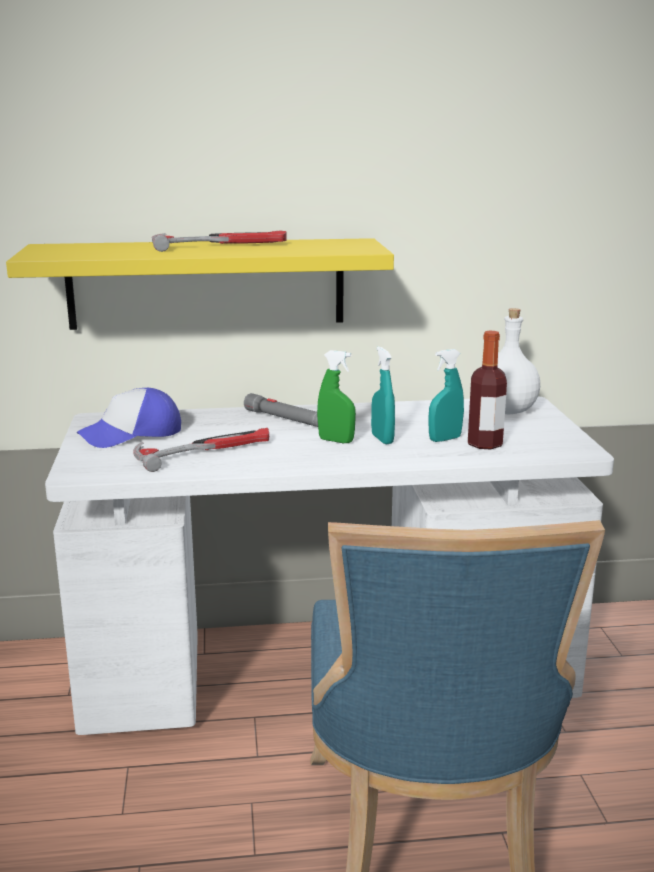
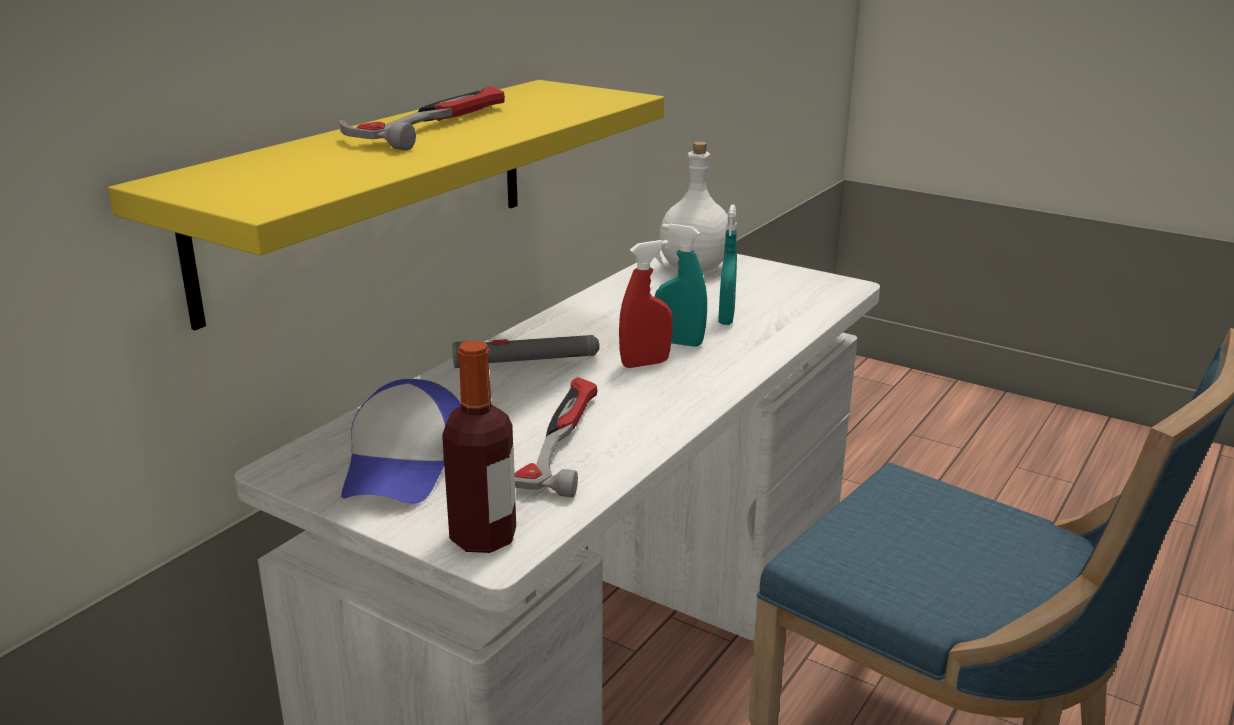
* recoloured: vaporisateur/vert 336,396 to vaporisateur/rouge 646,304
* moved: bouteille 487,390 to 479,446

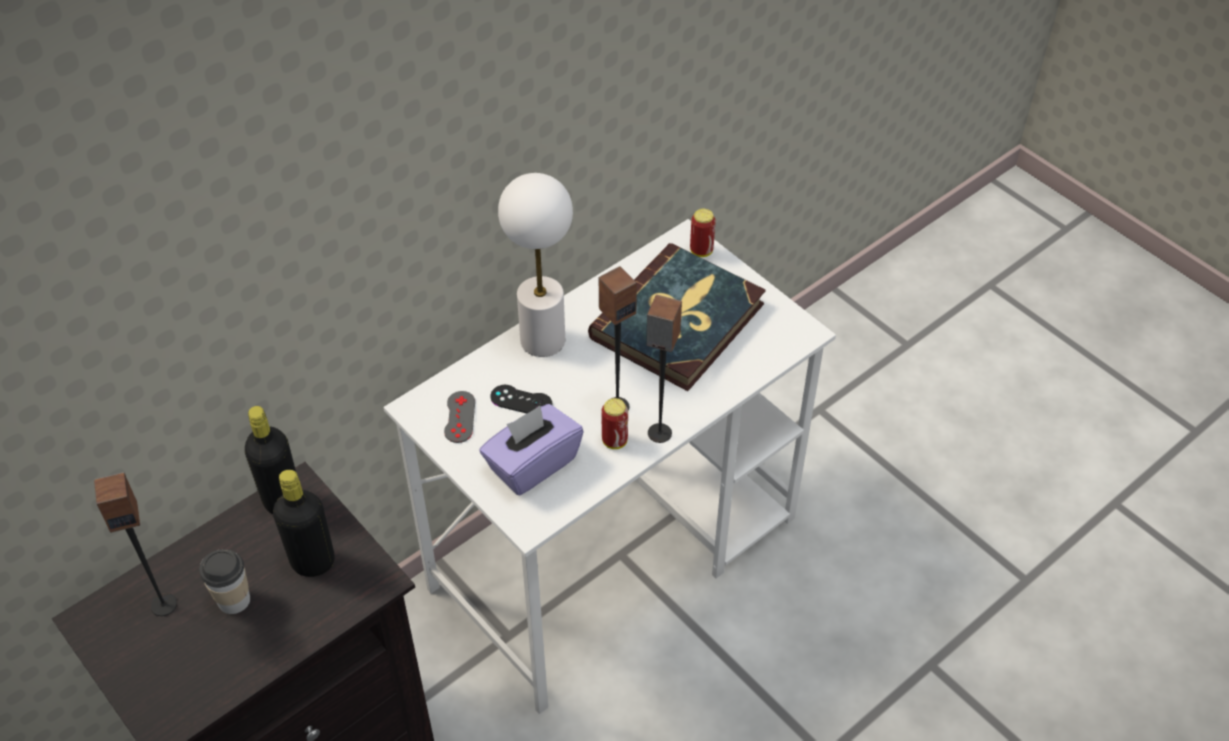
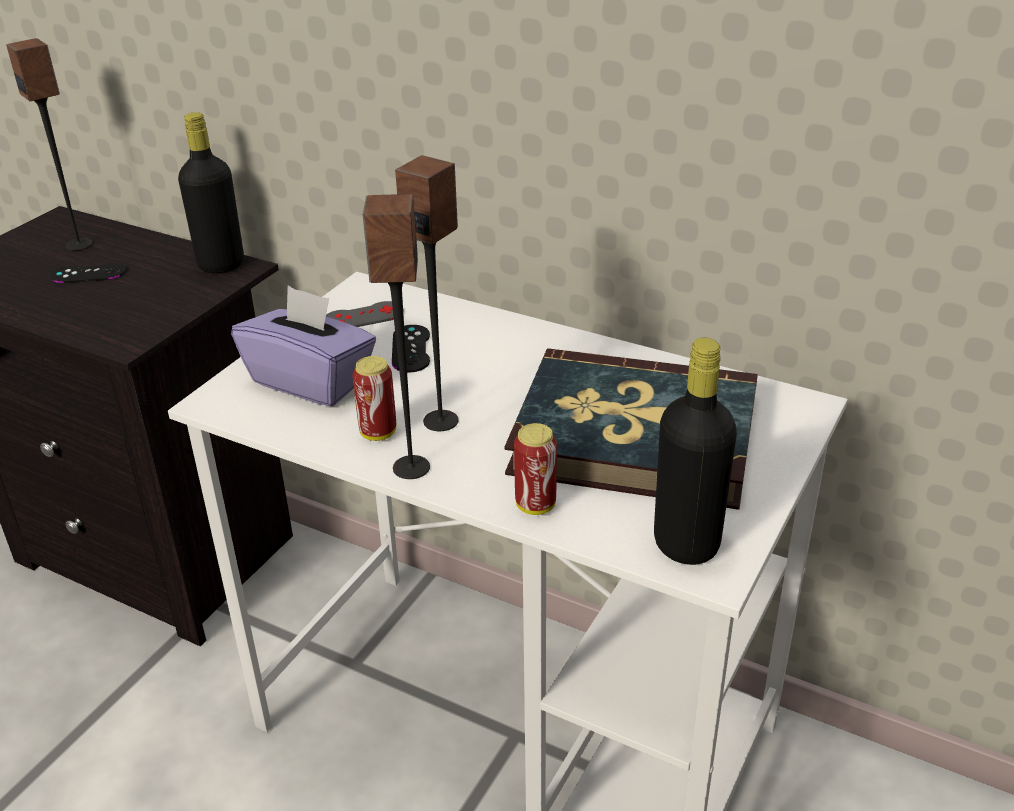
* replaced: tasse 224,581 to manette/noir 89,273
* moved: bouteille/noir 304,523 to 695,451
* removed: lampe de table/blanc 535,265
* moved: boîte métallique 703,233 to 535,469

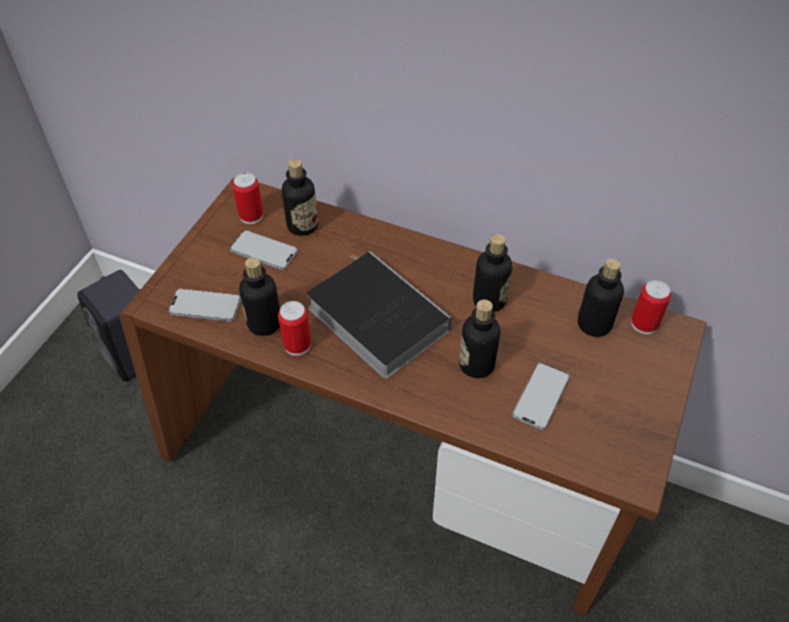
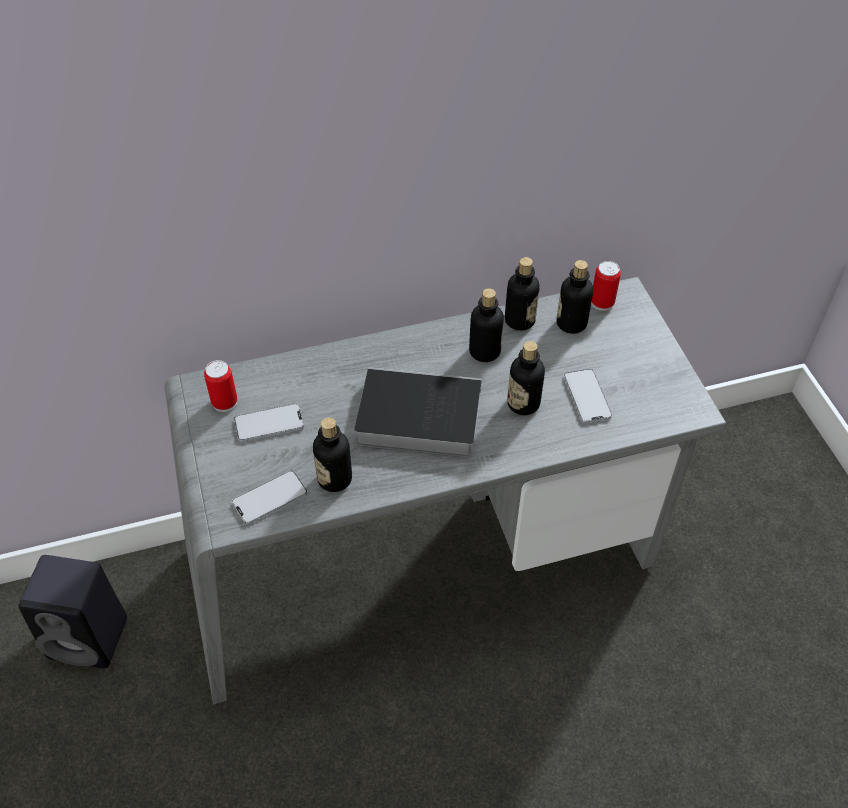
* recoloured: bureau/marron 413,396 to bureau/gris 445,490
* removed: boîte métallique 294,328
* moved: bouteille 300,197 to 522,294

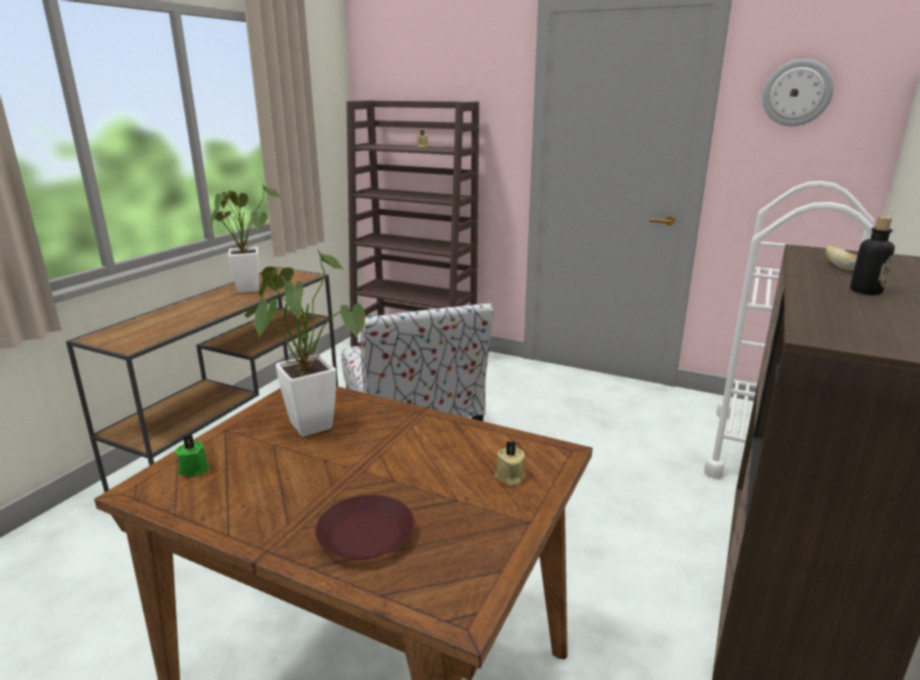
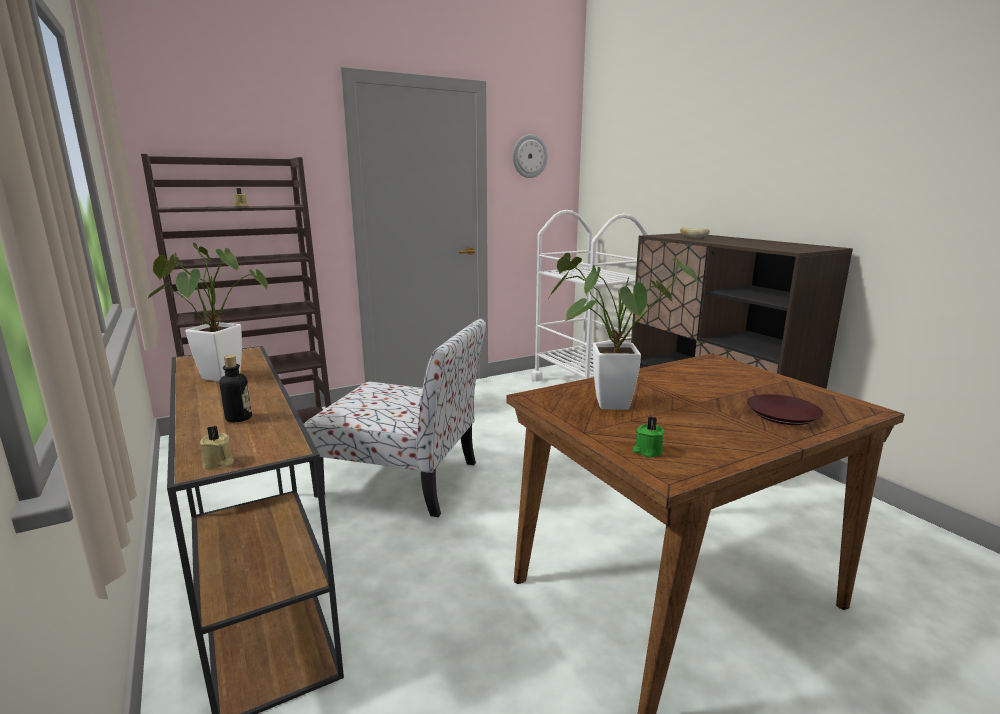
* moved: bougie/beige 510,463 to 217,447
* moved: bouteille 872,255 to 235,388

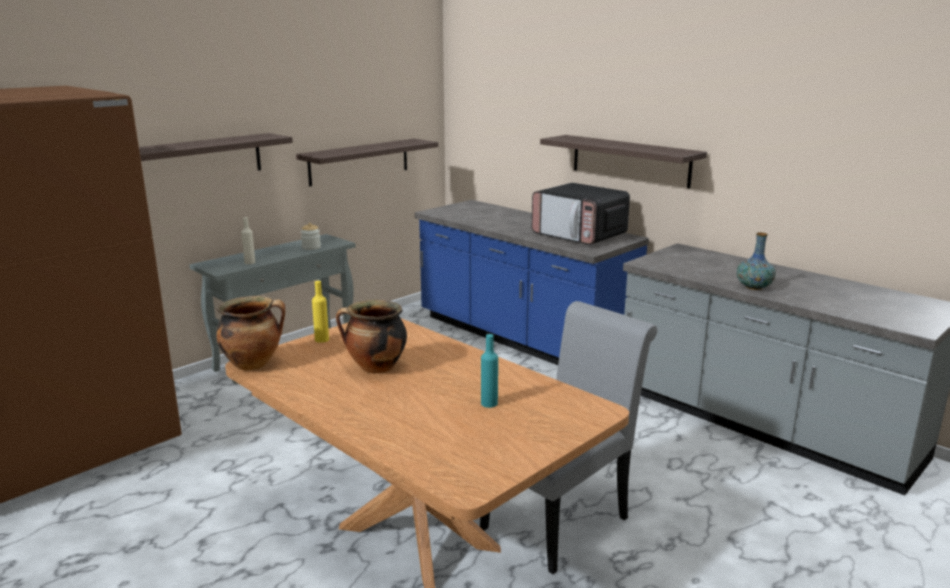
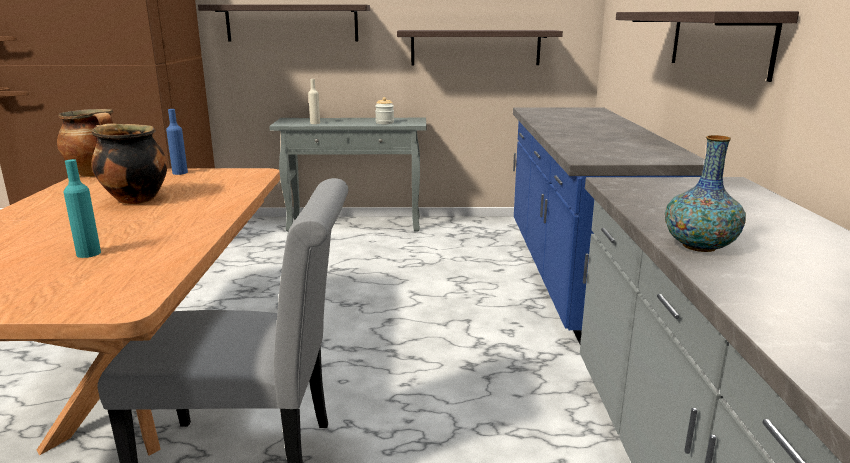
* recoloured: bouteille/jaune 320,312 to bouteille/bleu 177,142
* removed: micro-ondes 581,214

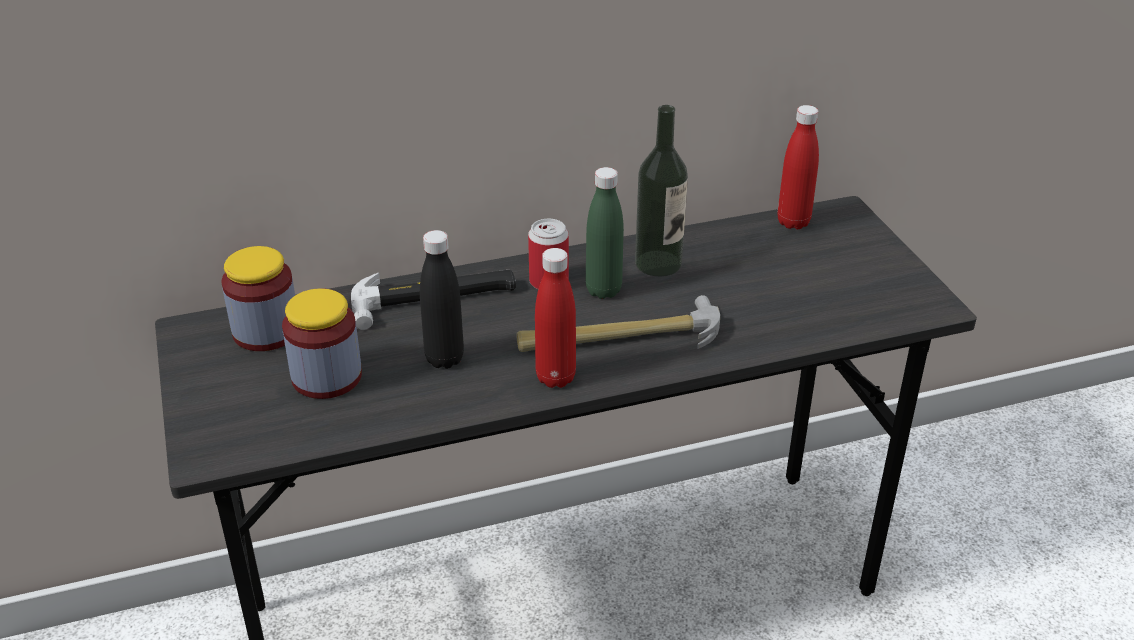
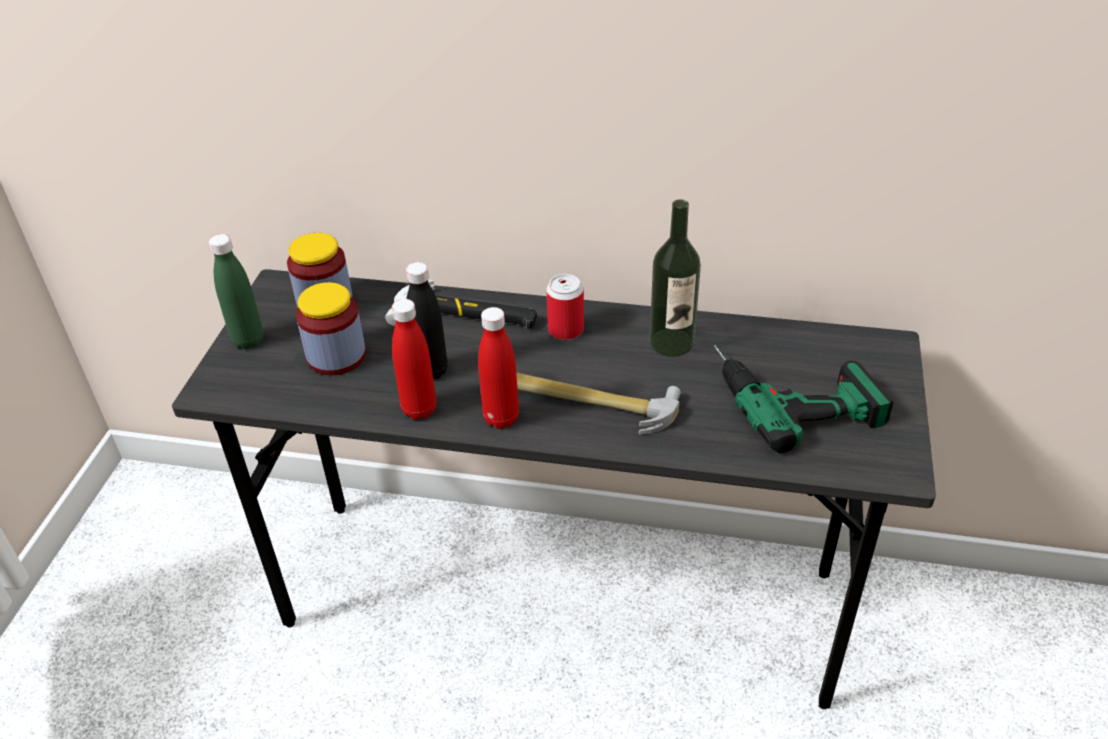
* moved: bouteille/vert 605,233 to 236,291
* moved: bouteille/rouge 798,167 to 414,359
* added: perceuse 804,399

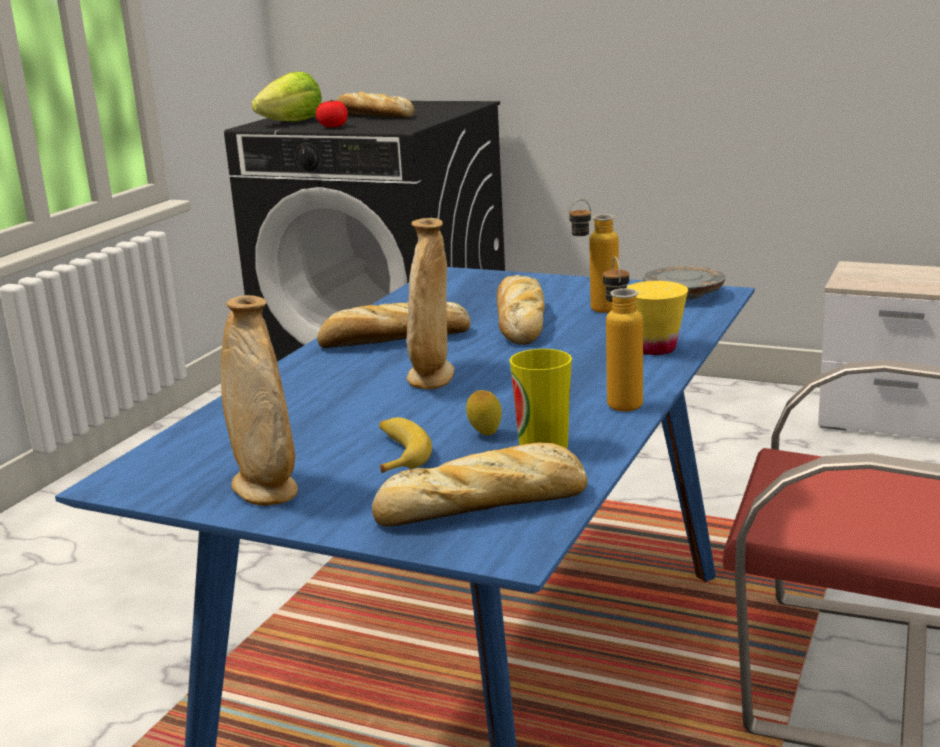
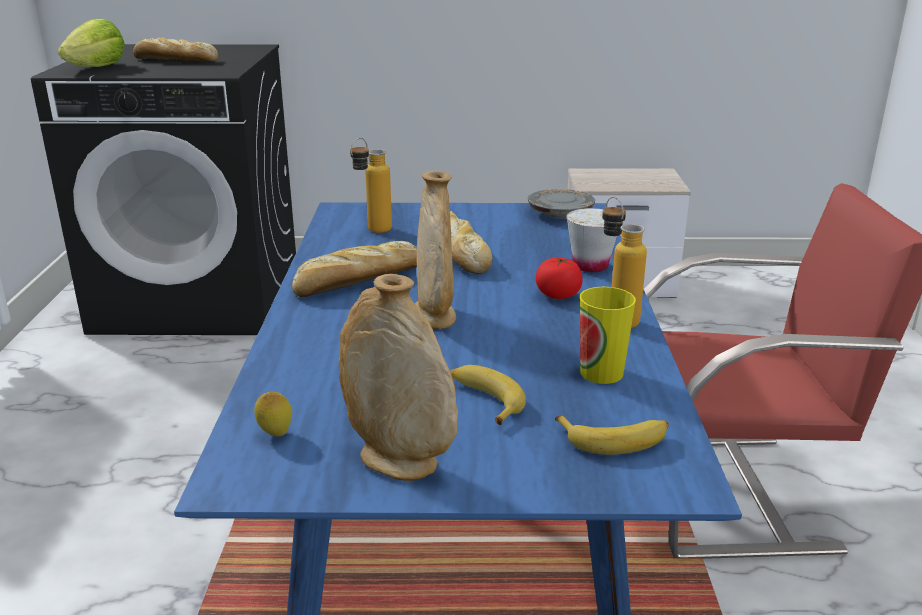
* moved: tomate 332,113 to 559,278
* replaced: pain 480,484 to banane 612,435
* moved: citron 484,412 to 273,414
* moved: bouteille 594,256 to 371,185
* recoloured: tasse/jaune 657,318 to tasse/blanc 592,240

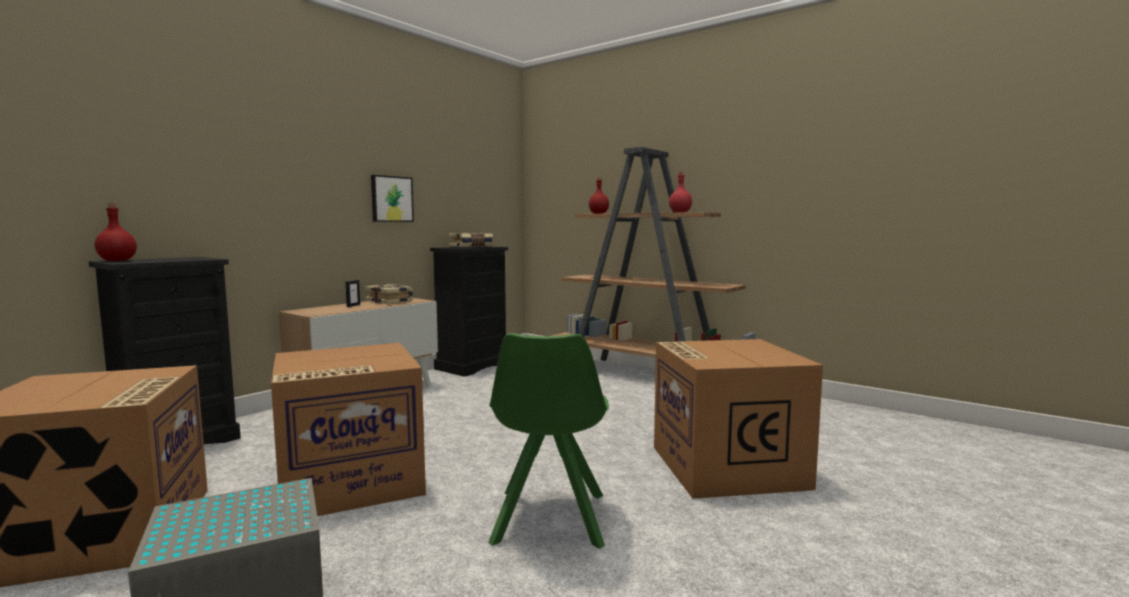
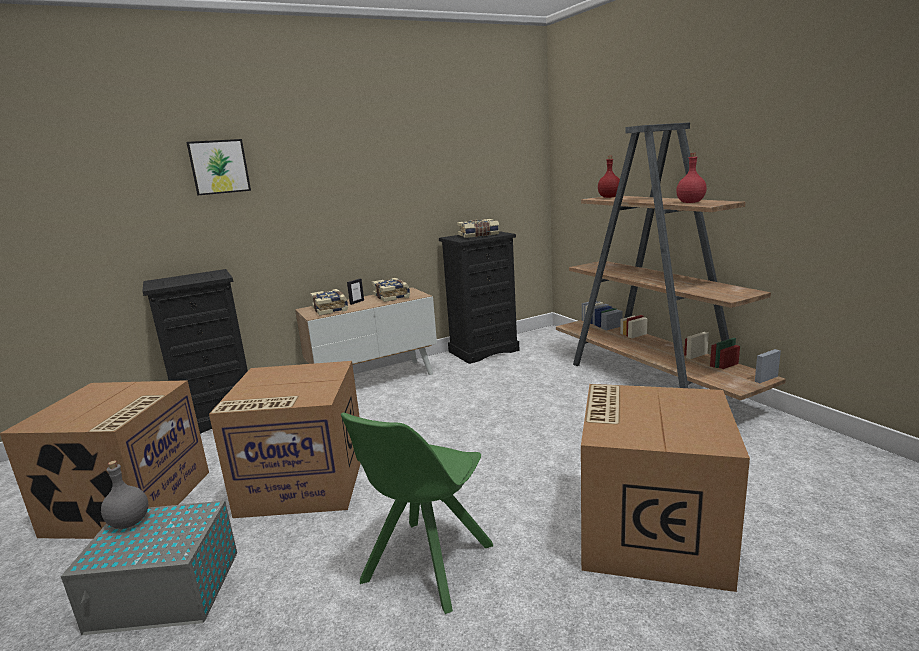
* removed: bouteille/rouge 116,232
* moved: tableau 392,198 to 218,167
* added: bouteille/gris 124,495
* added: livre 329,302

